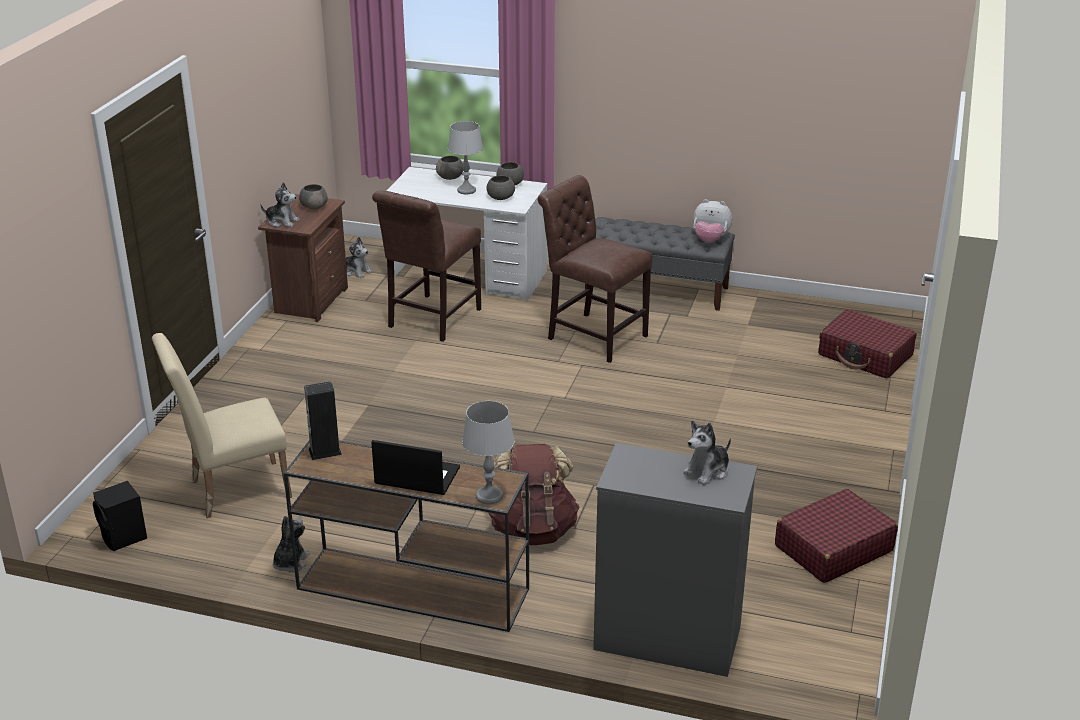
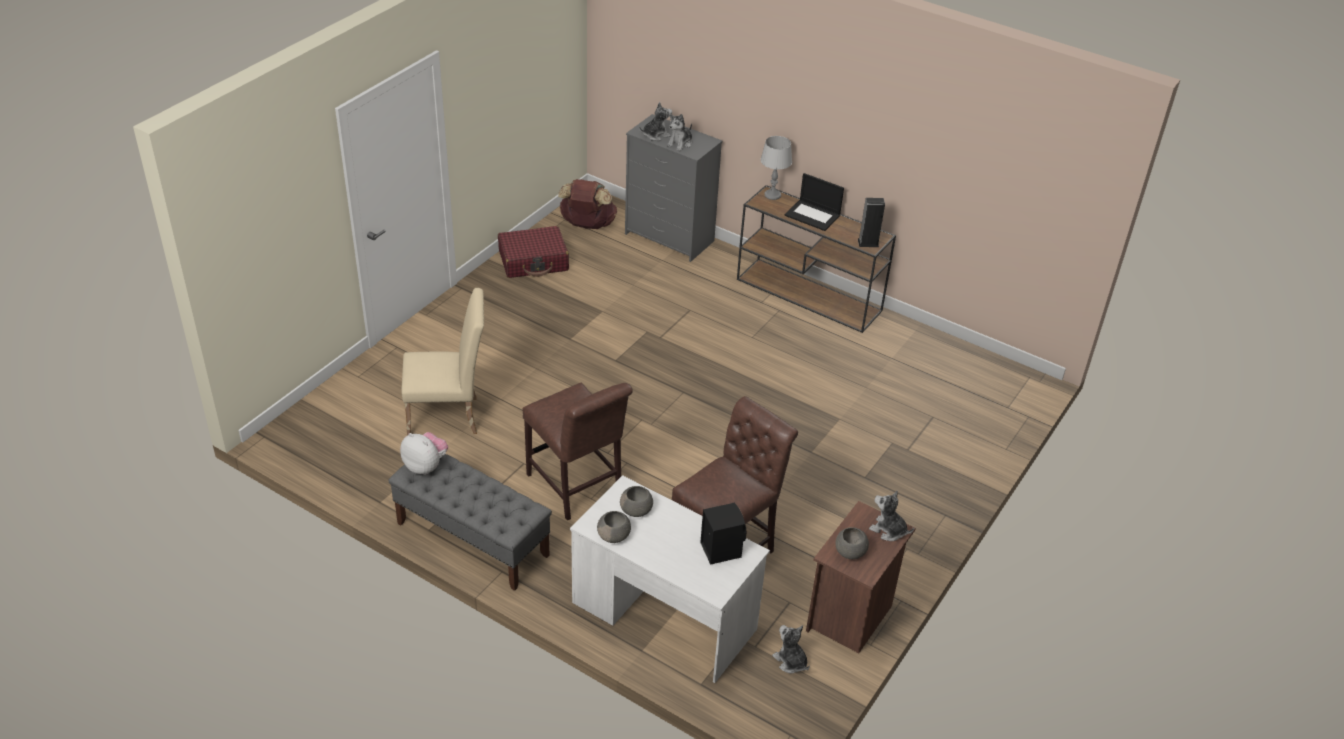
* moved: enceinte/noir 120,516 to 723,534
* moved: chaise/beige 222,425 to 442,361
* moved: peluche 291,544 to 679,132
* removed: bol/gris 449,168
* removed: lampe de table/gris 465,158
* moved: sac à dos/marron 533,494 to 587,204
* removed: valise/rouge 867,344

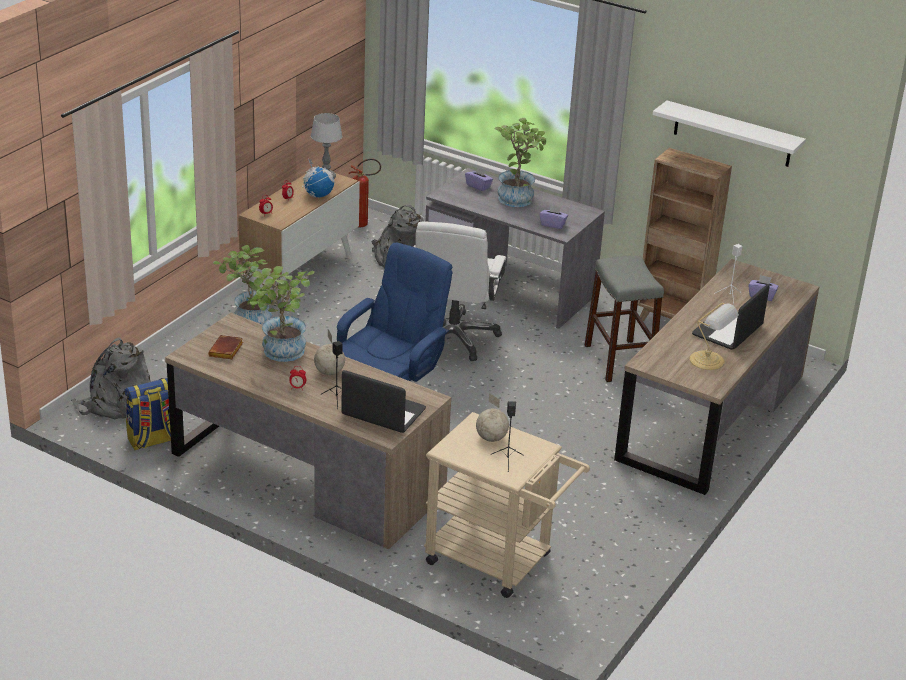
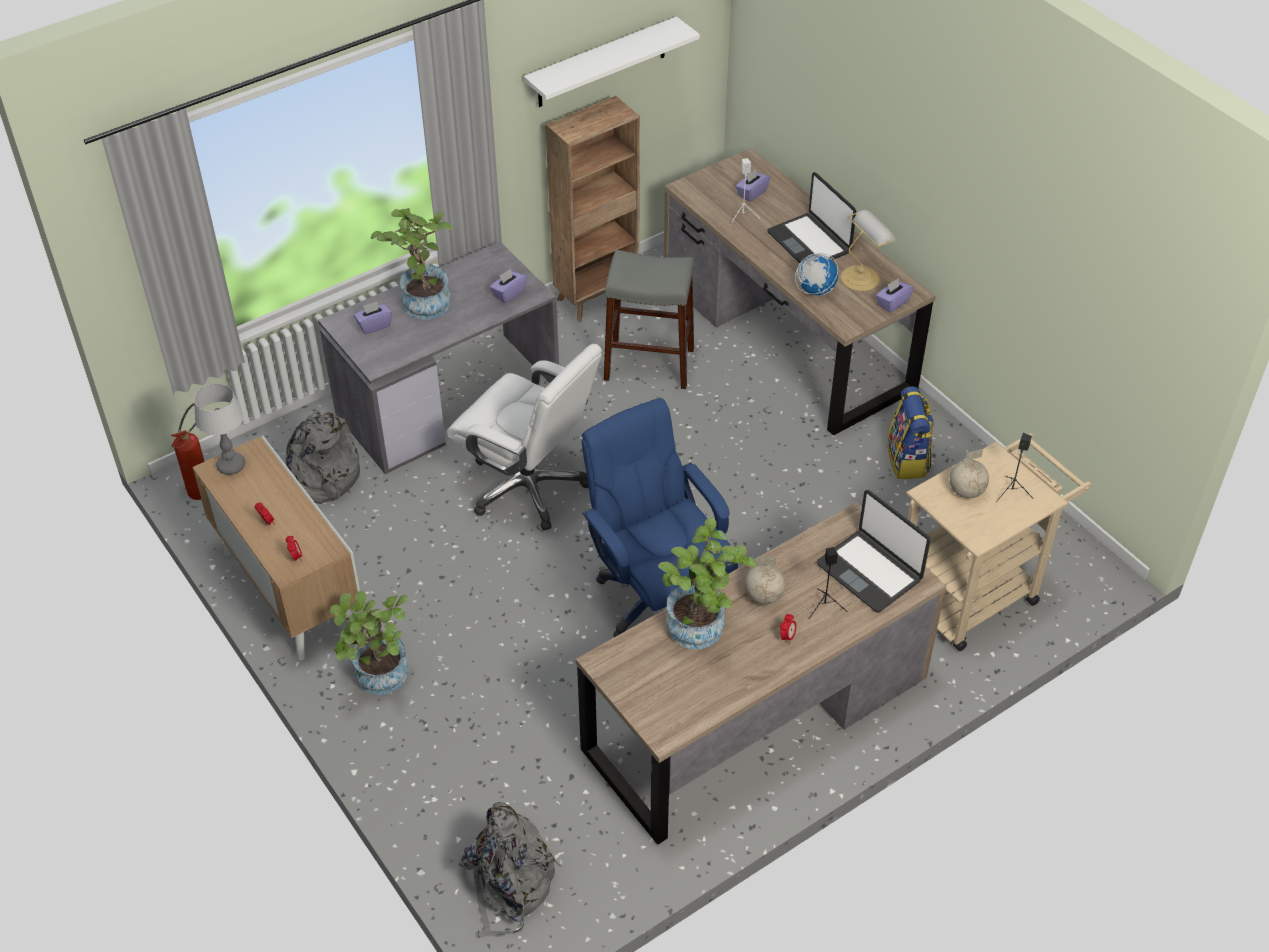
* moved: sac à dos 148,414 to 910,432
* removed: livre/marron 225,347
* moved: globe 318,178 to 816,274
* turned: ordinateur portable 383,401 = 874,551 90 degrees counterclockwise
* added: boîte à mouchoirs/violet 895,295

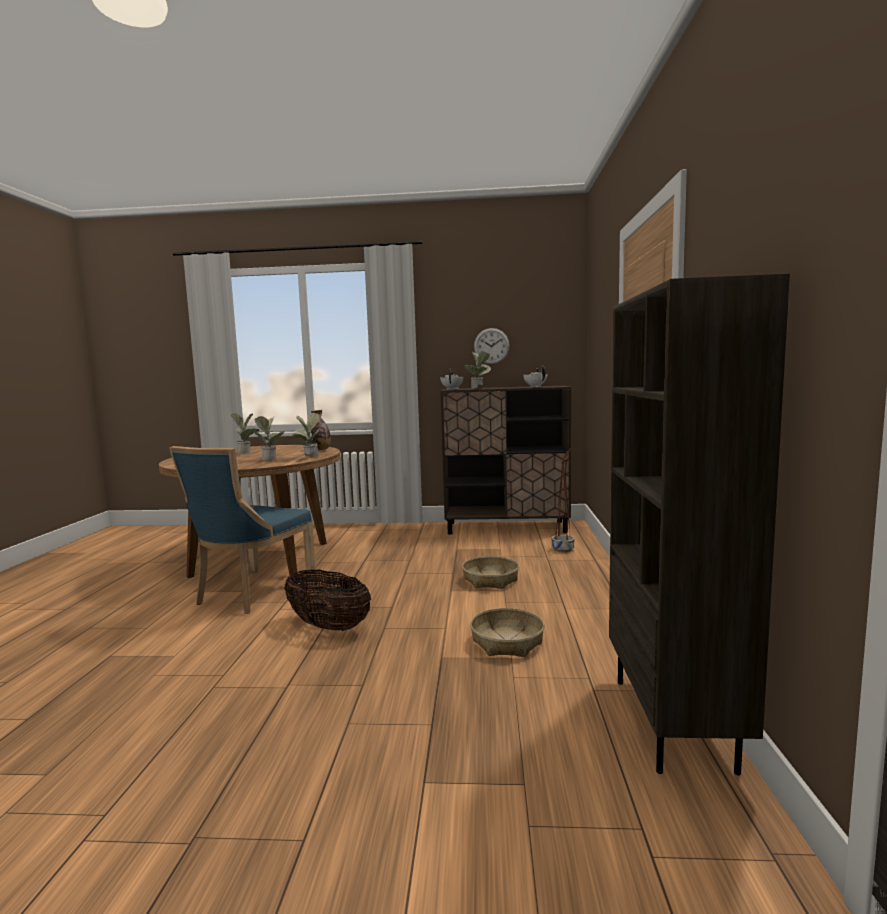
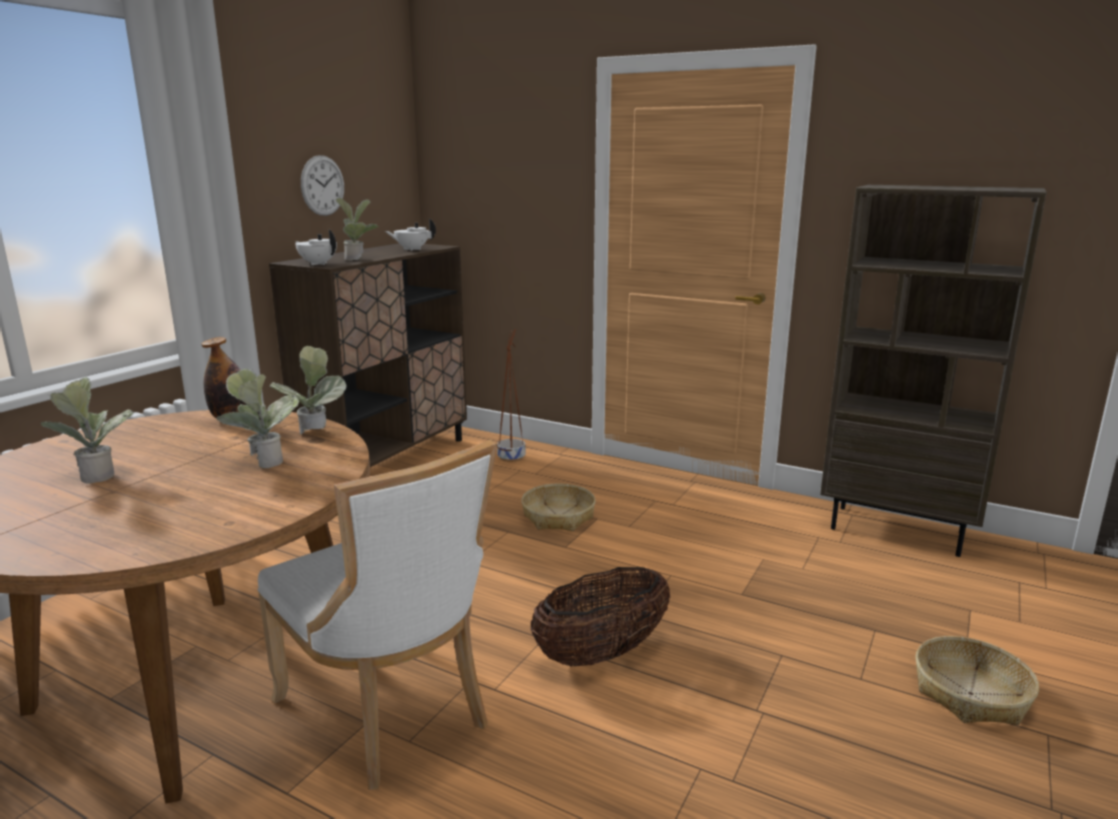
* recoloured: chaise/bleu 242,530 to chaise/blanc 377,615
* moved: panier 507,632 to 977,680

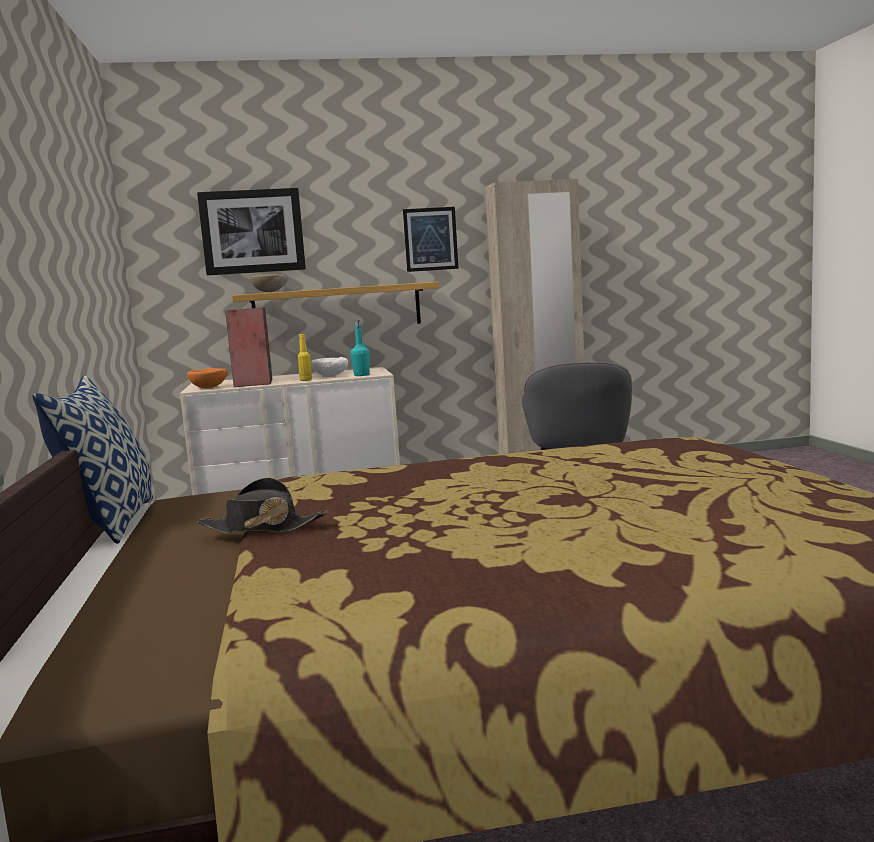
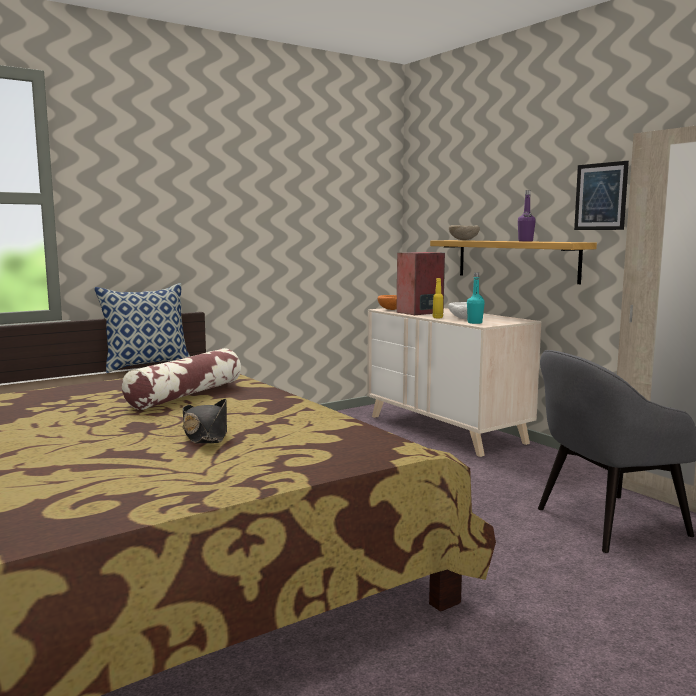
* removed: tableau 251,232
* moved: chapeau/noir 262,505 to 204,421
* added: coussin 181,379
* added: bouteille/violet 527,215

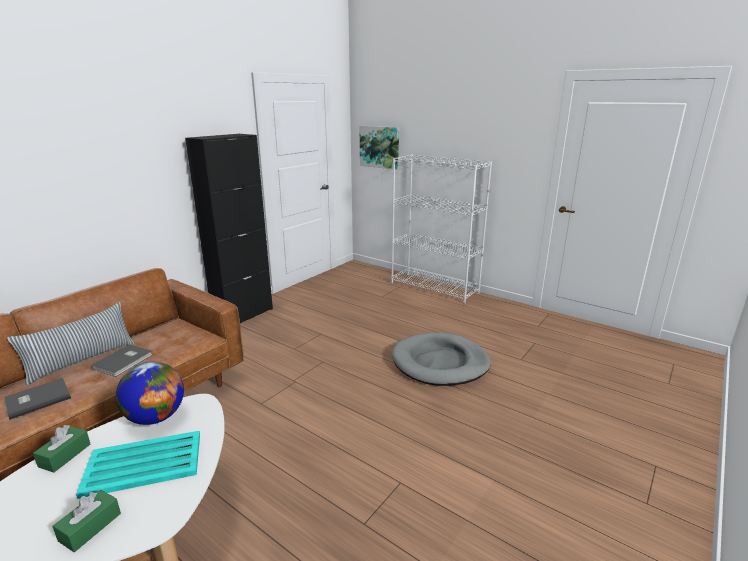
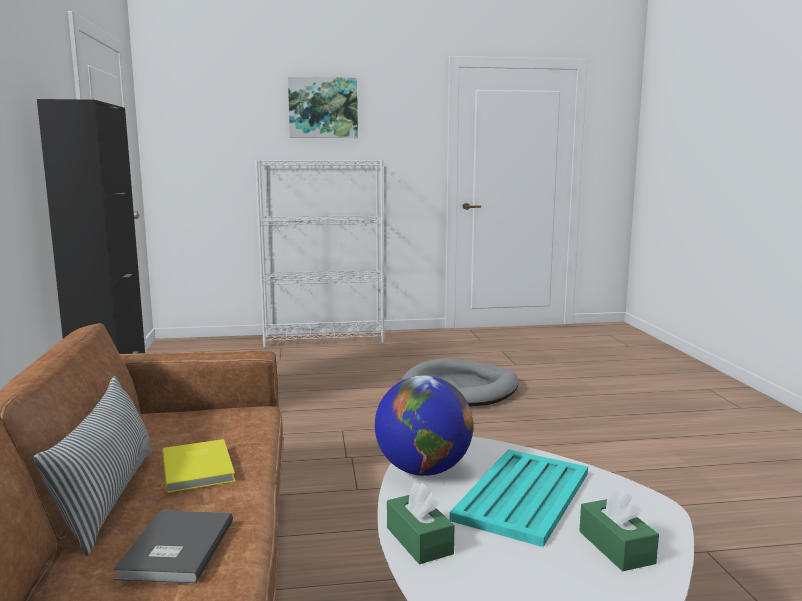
* recoloured: livre/gris 122,360 to livre/jaune 198,466
* moved: tableau 379,148 to 323,107

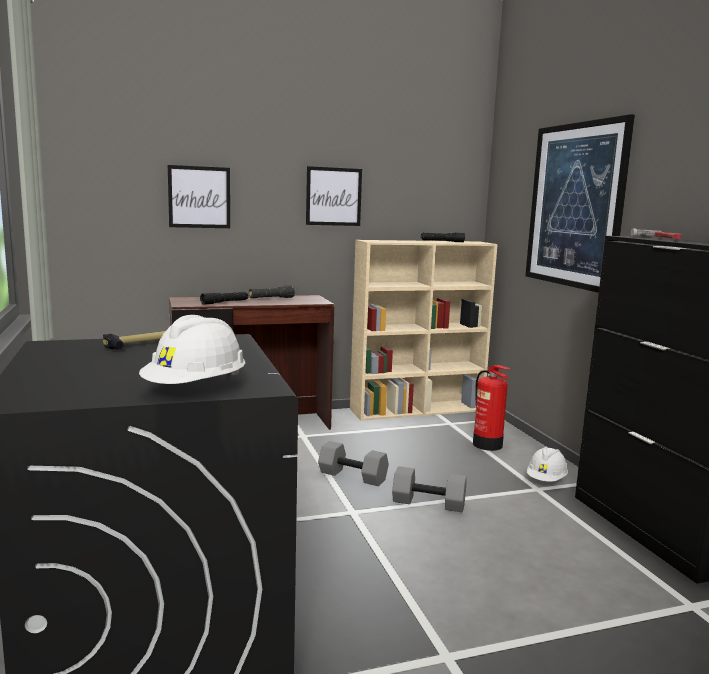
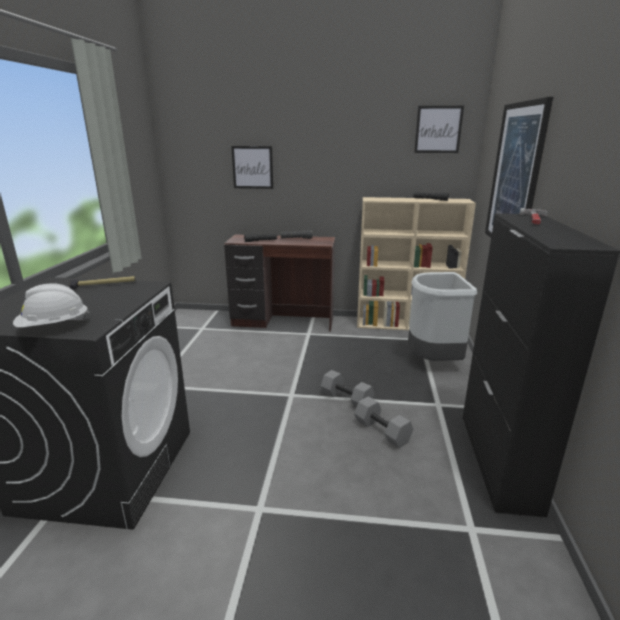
* moved: tableau 334,196 to 439,129
* moved: haltère/gris 353,463 to 383,422
* replaced: extincteur 492,408 to poubelle/gris 442,316
* removed: casque de chantier/blanc 547,464

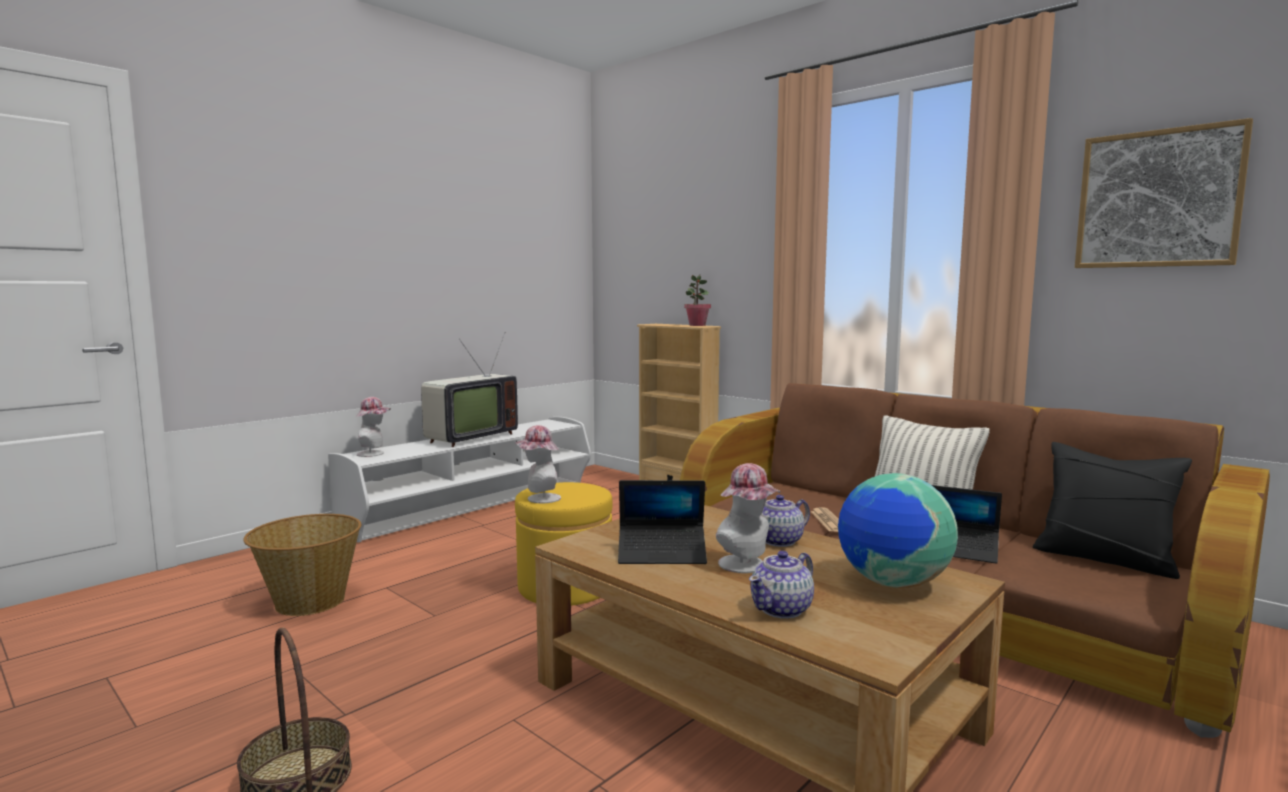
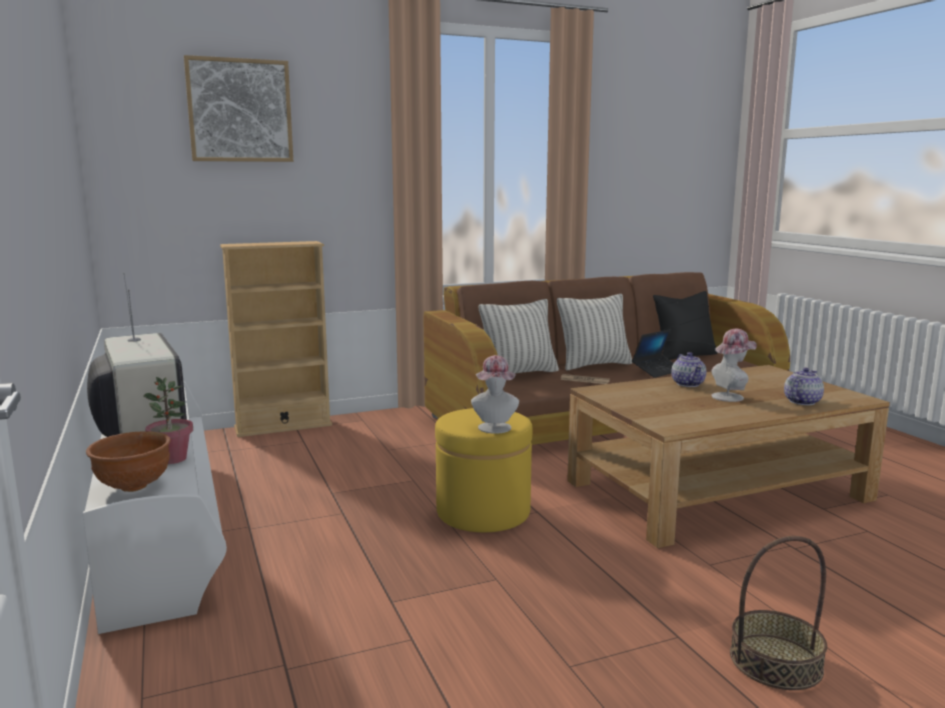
* removed: panier 302,565
* replaced: chapeau 373,427 to bol/marron 128,461
* removed: ordinateur portable 662,522
* moved: plante en pot 697,300 to 168,420
* turned: théière 781,585 = 804,386 120 degrees counterclockwise
* removed: globe 898,530
* moved: tableau 1164,193 to 238,108
* added: coussin 519,336

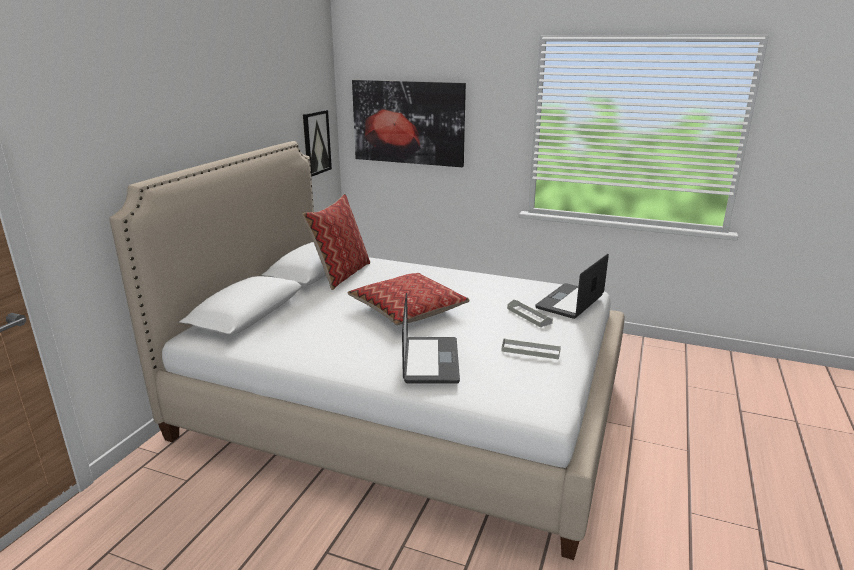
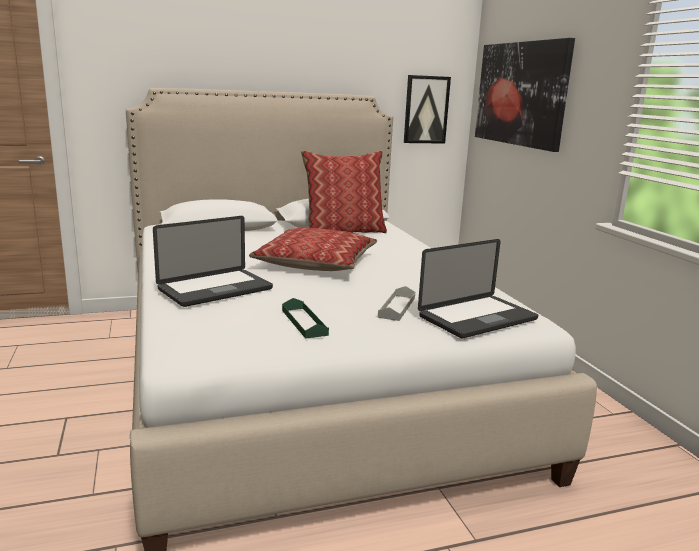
* recoloured: plateau/gris 531,348 to plateau/vert 305,318
* turned: ordinateur portable 572,286 = 478,288 150 degrees clockwise

